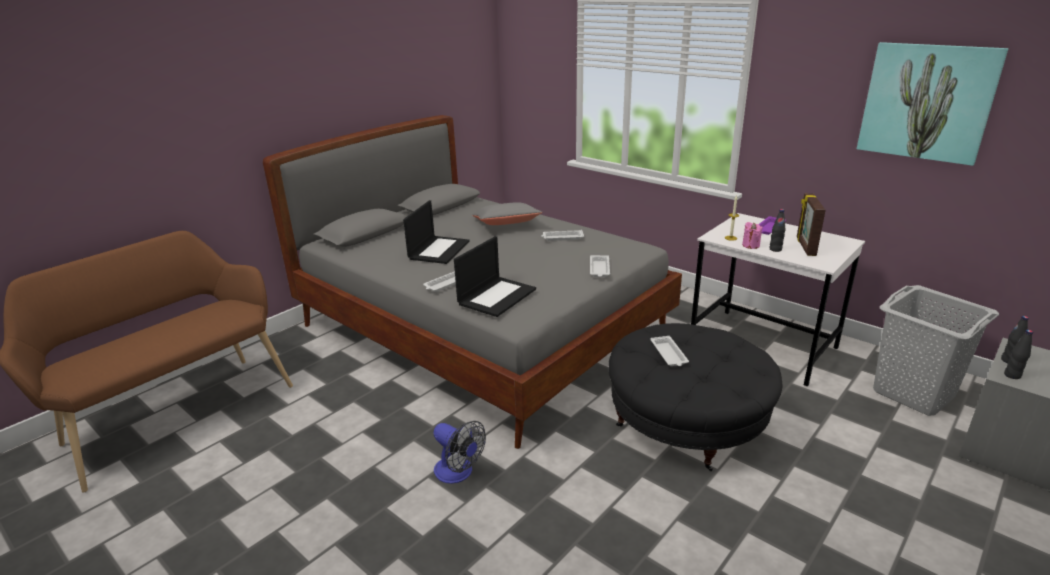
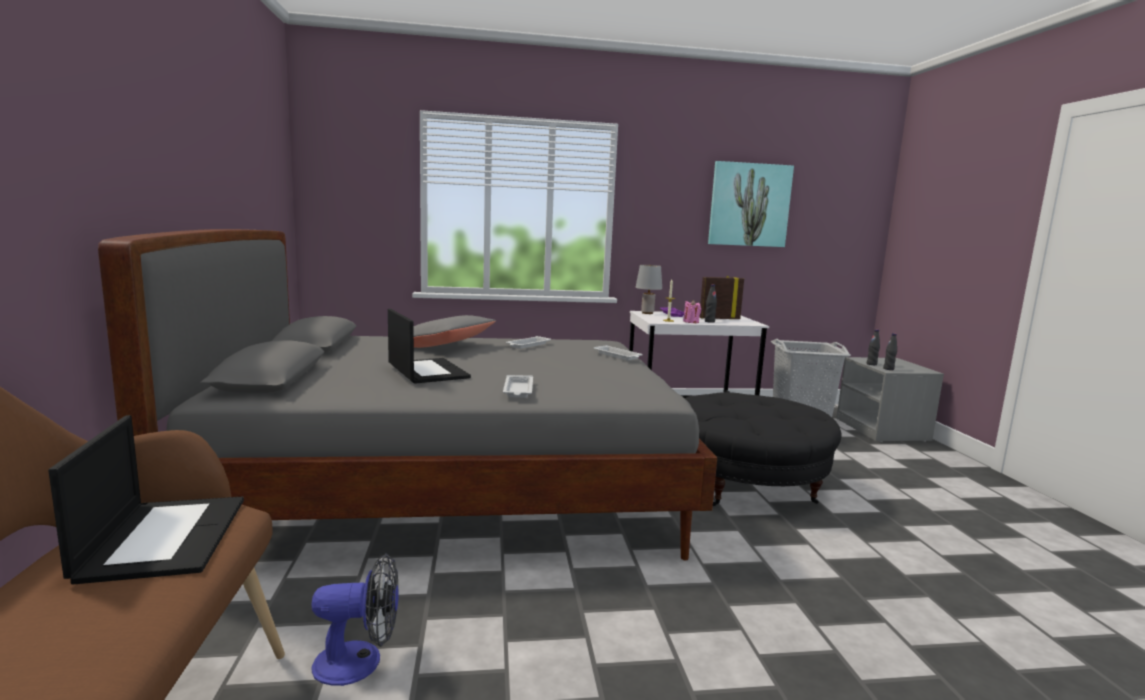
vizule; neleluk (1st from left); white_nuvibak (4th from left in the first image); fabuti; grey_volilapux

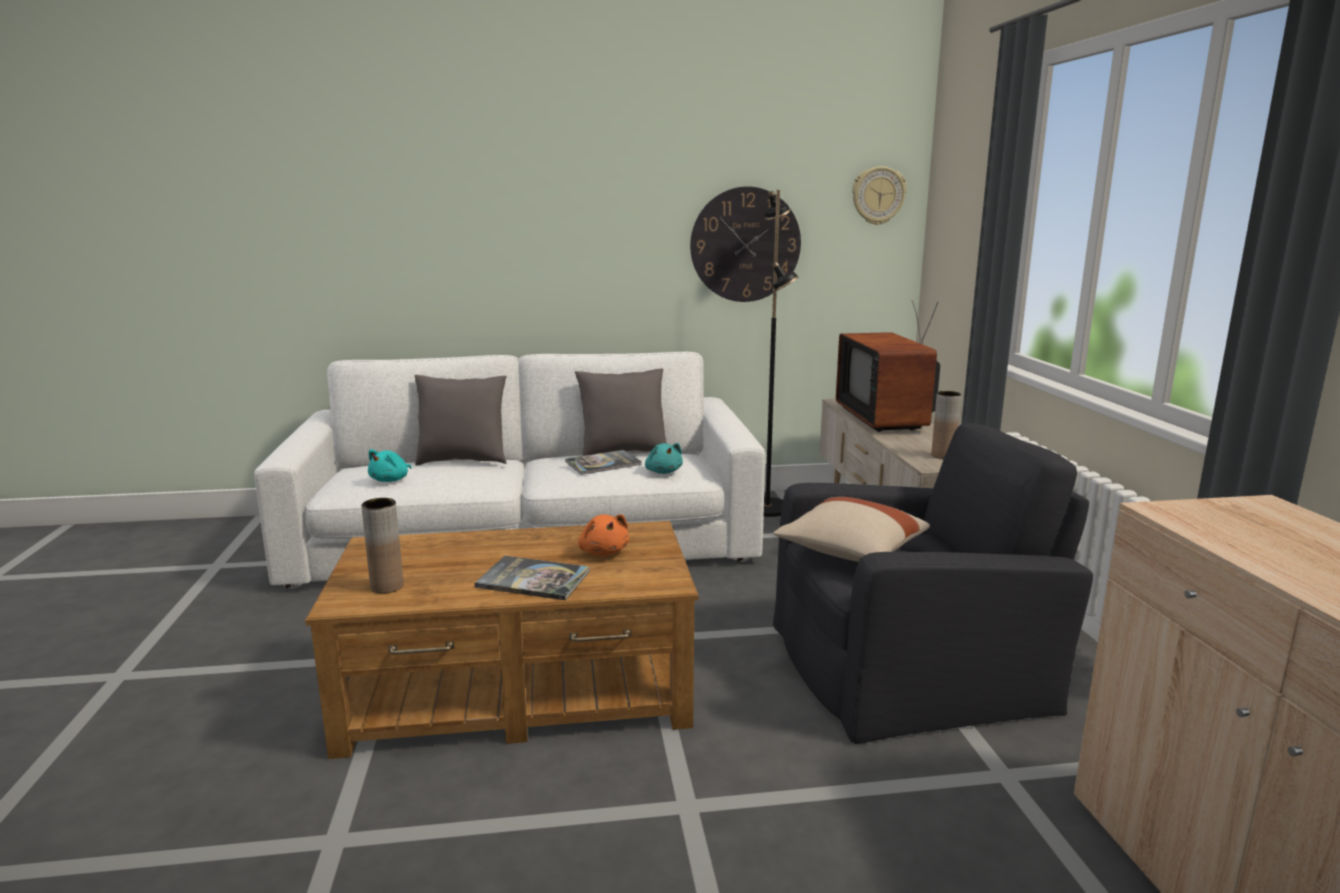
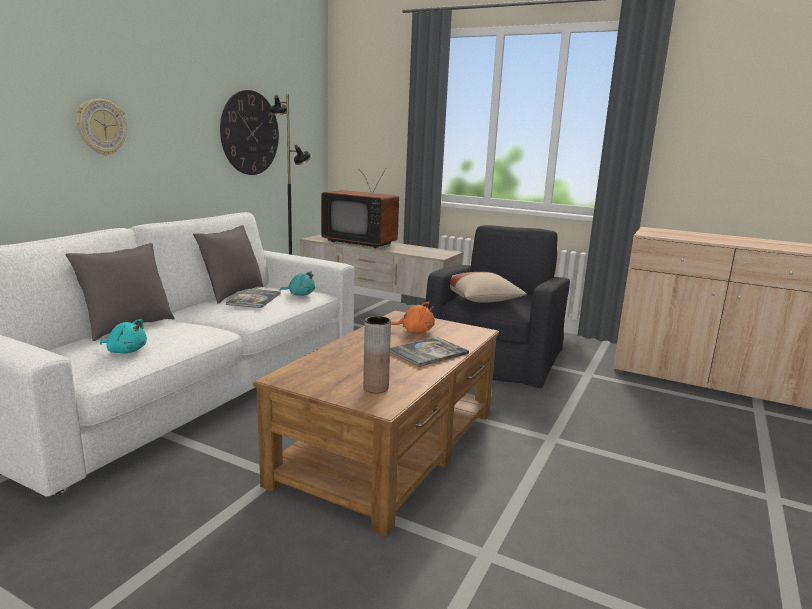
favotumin (1st from left); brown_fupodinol (2nd from left in the first image); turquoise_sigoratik (1st from left)

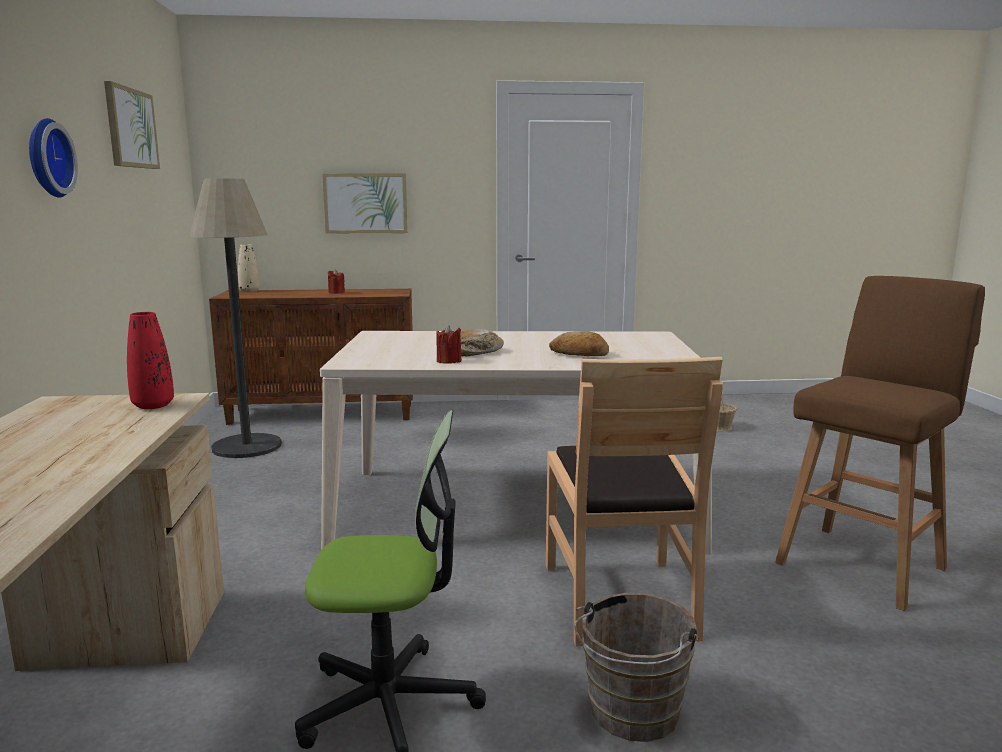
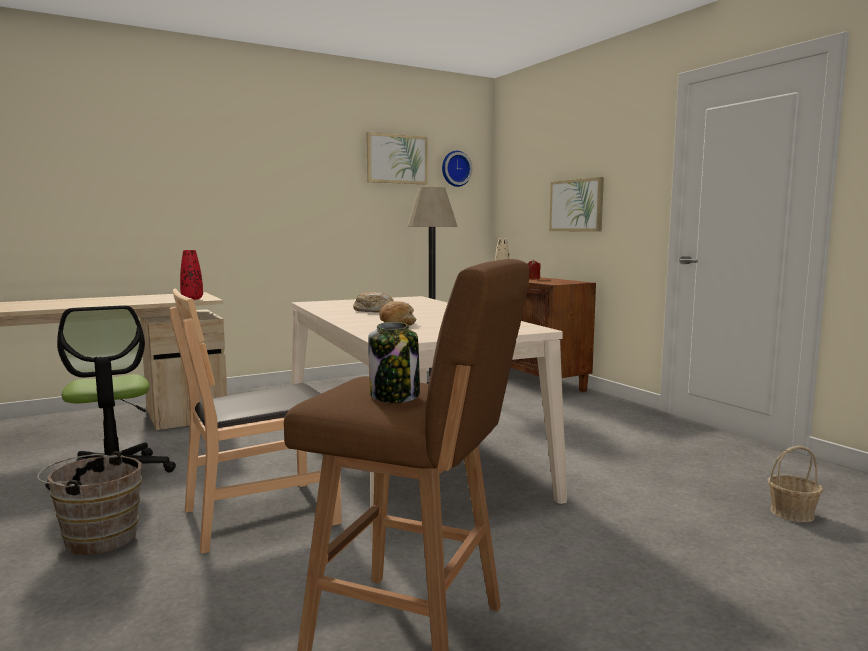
favotumin; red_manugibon (2nd from left in the first image); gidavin

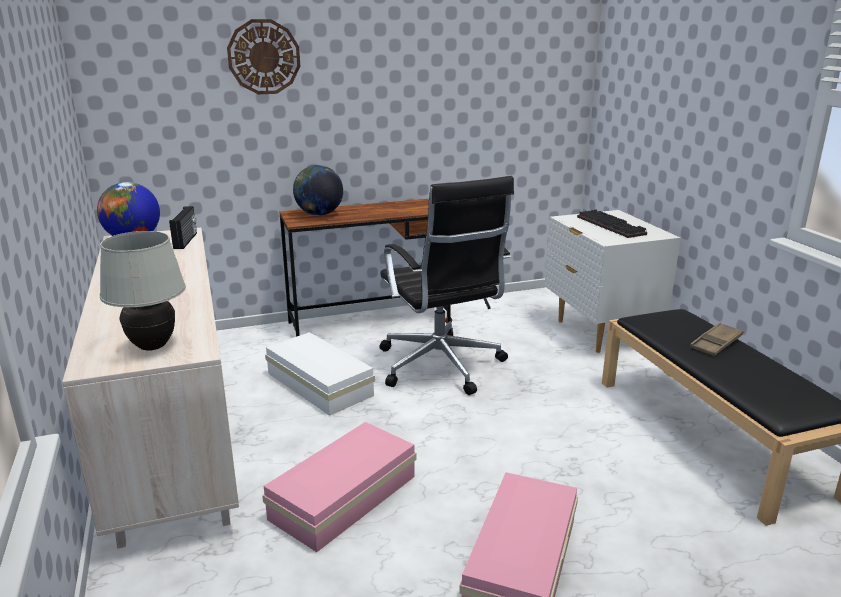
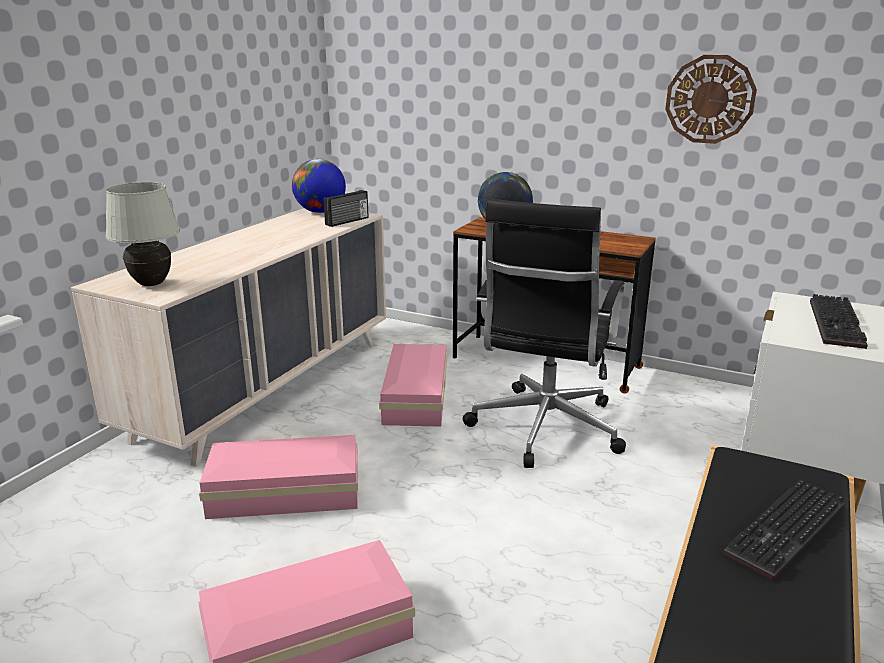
favotumin; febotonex (1st from left); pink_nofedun (3rd from left)

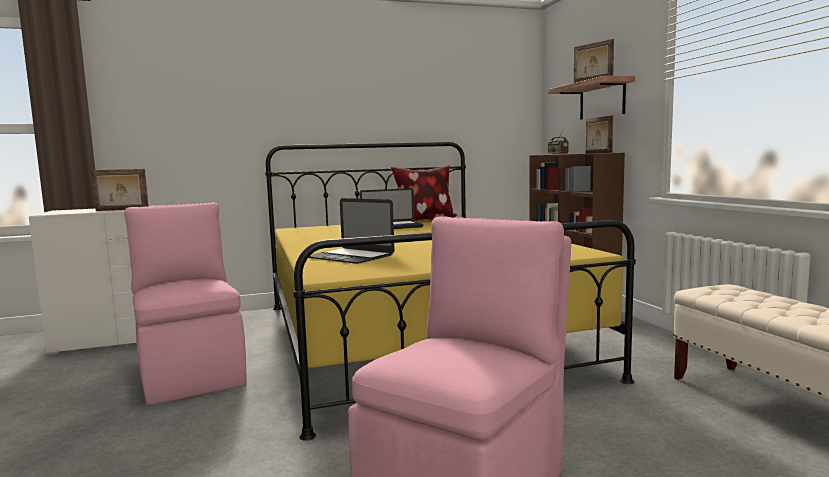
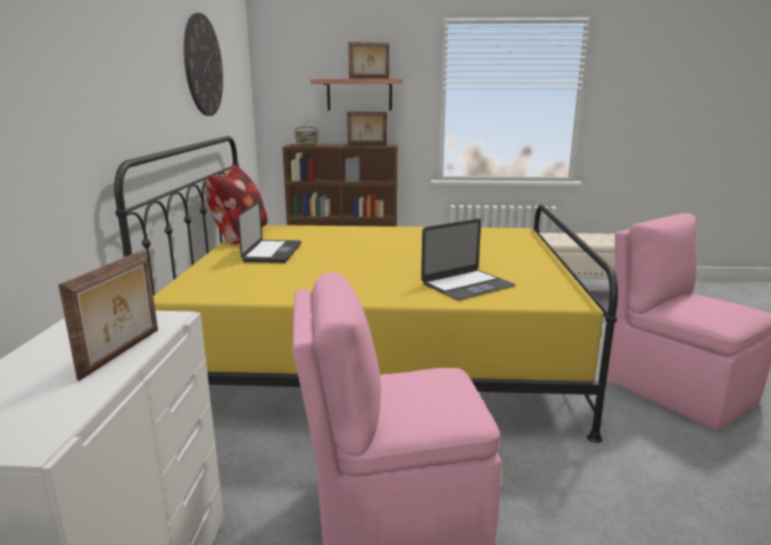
favotumin

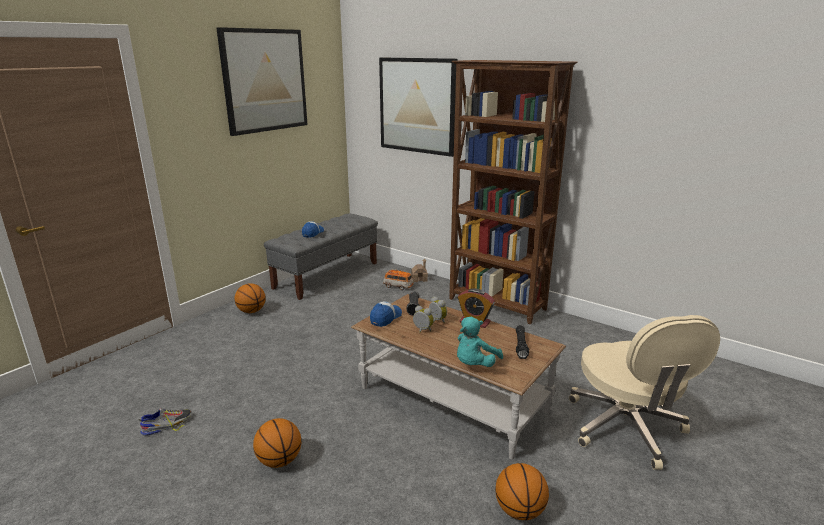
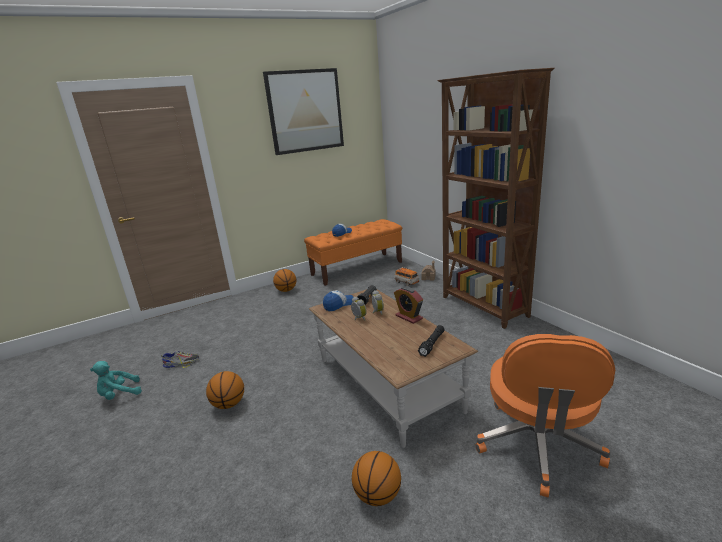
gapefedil (2nd from left in the first image); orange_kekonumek; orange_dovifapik; turquoise_sigoratik

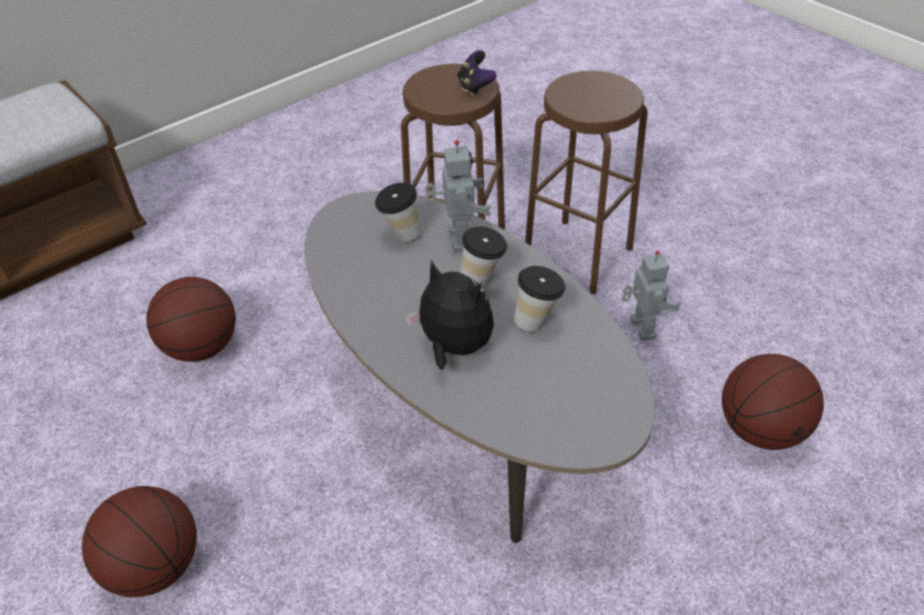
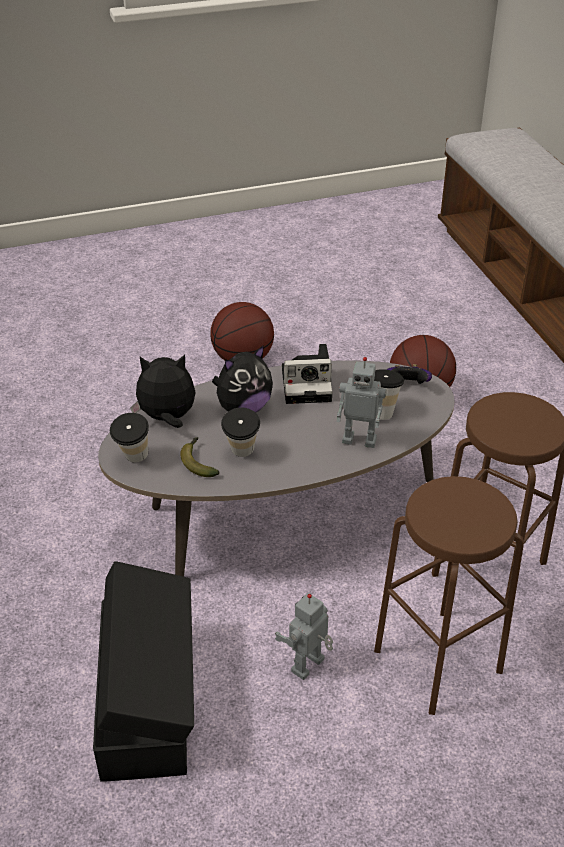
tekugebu; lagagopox (1st from left); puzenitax (1st from left); black_nofedun; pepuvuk; sigoratik (1st from left); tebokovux

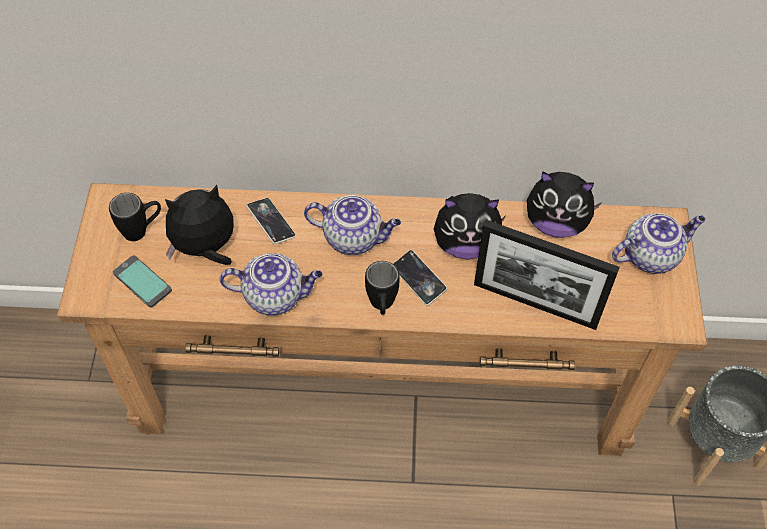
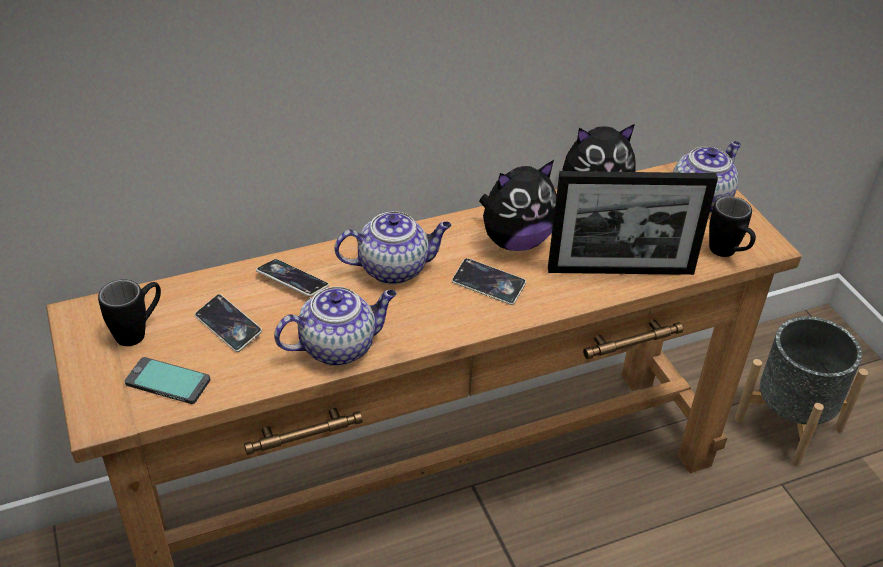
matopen (2nd from left); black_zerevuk (2nd from left)

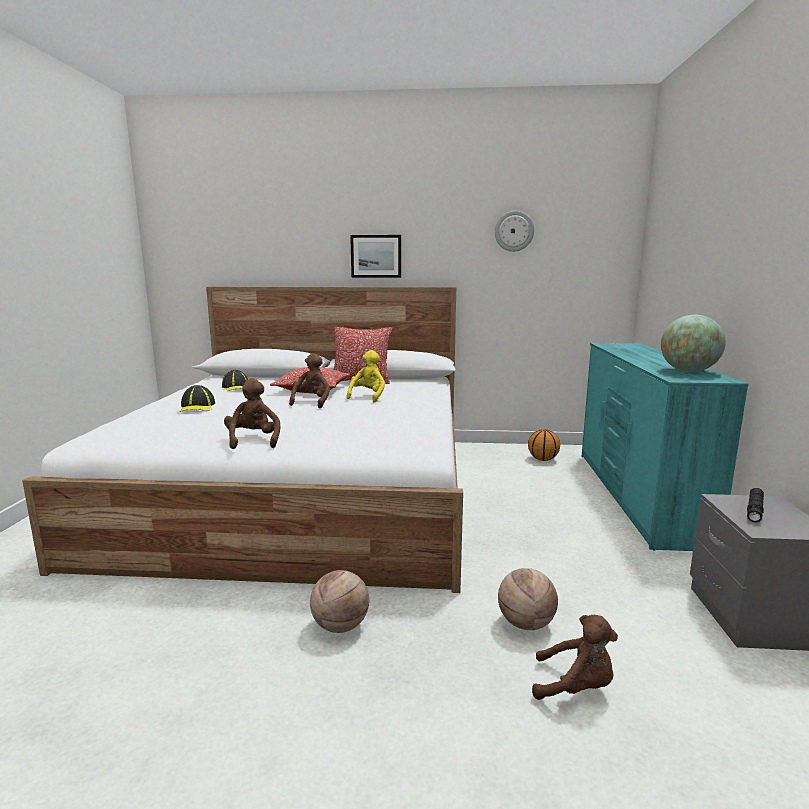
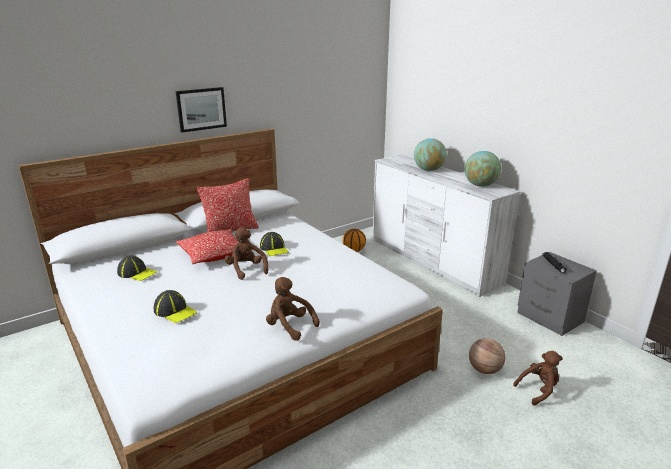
favotumin; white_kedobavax; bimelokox (3rd from left); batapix (1st from left in the first image); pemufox (1st from left)

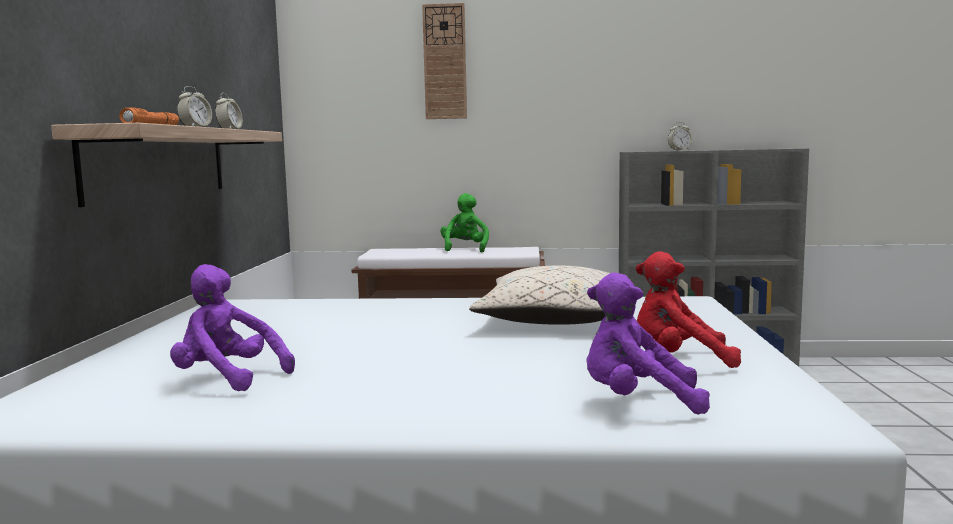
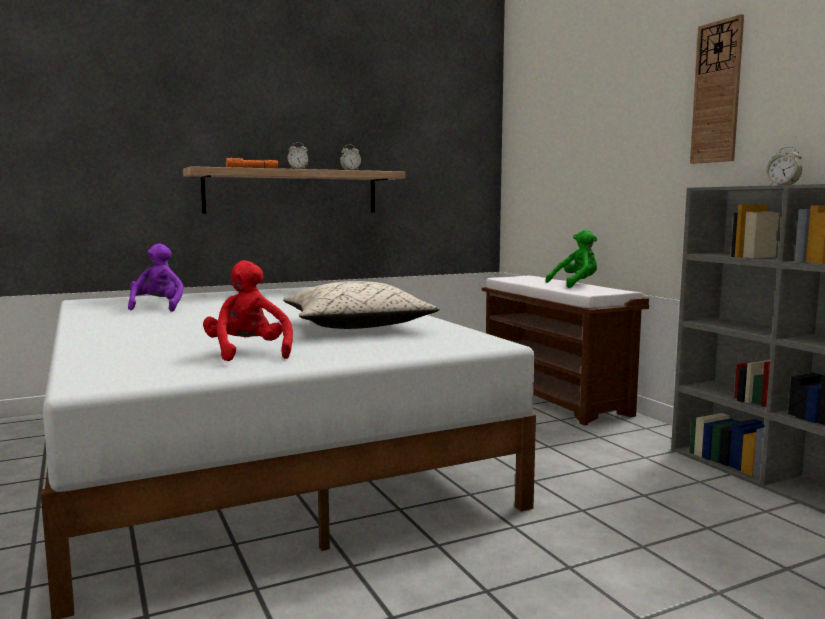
favotumin; purple_sigoratik (2nd from left in the first image)

